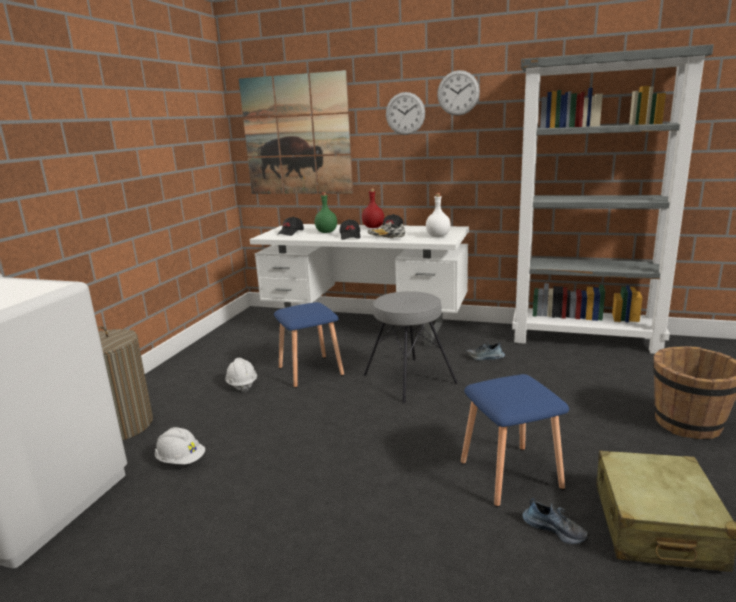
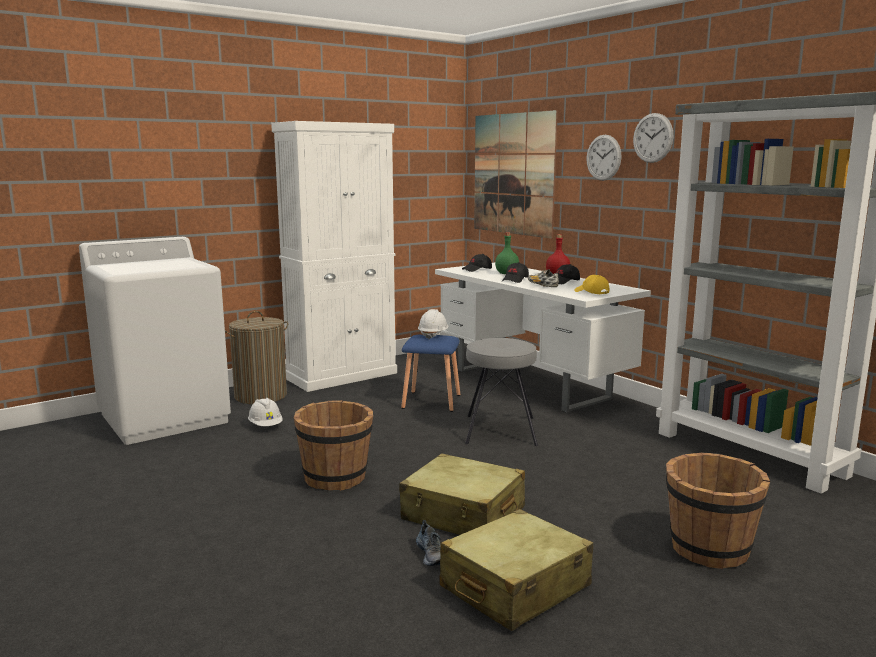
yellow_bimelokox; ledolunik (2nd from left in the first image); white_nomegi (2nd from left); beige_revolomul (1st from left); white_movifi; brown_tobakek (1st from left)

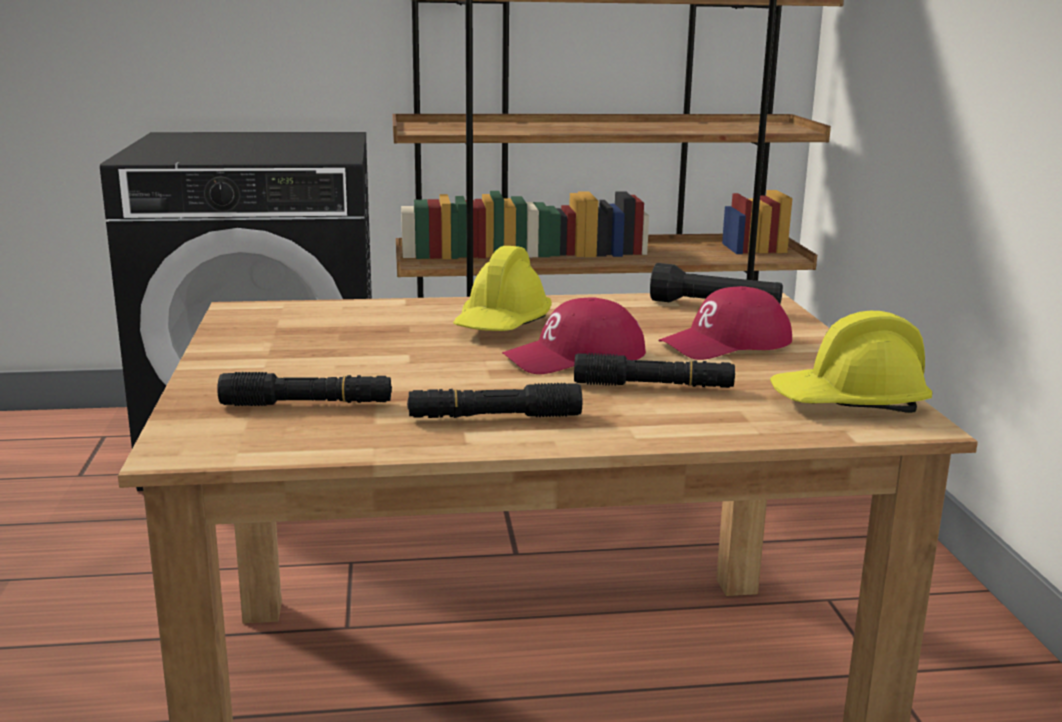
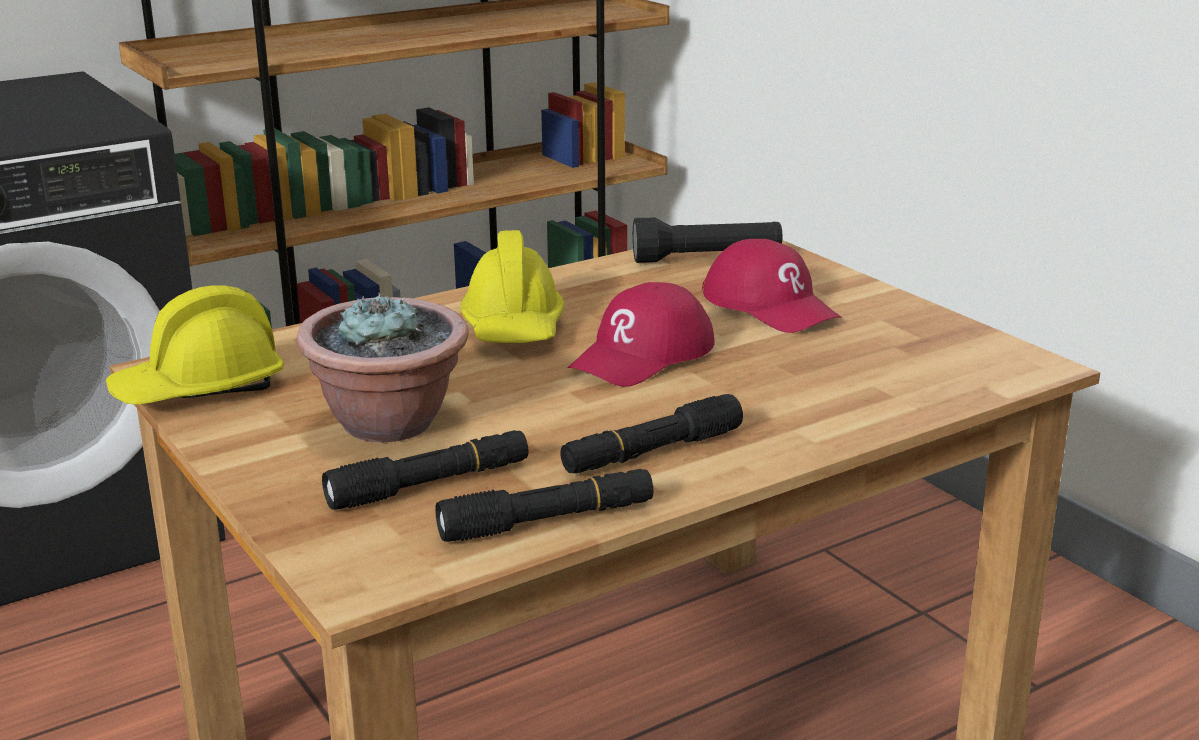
red_bimelokox (2nd from left); yellow_nomegi (1st from left); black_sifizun (2nd from left); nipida

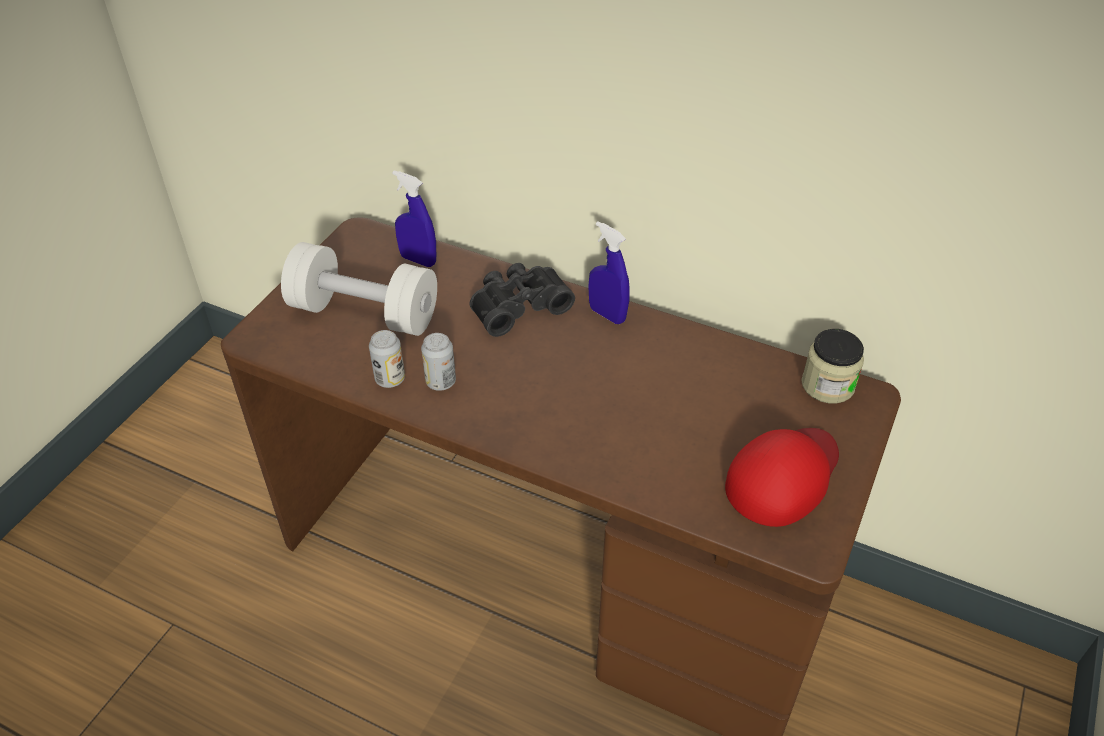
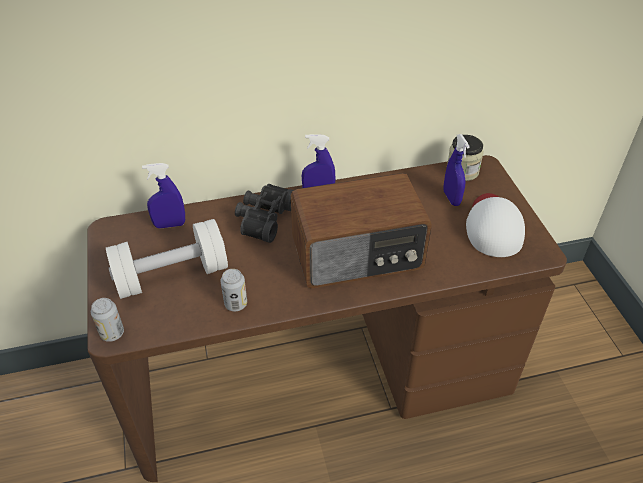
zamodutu (1st from left); white_bimelokox; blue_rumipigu (3rd from left); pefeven

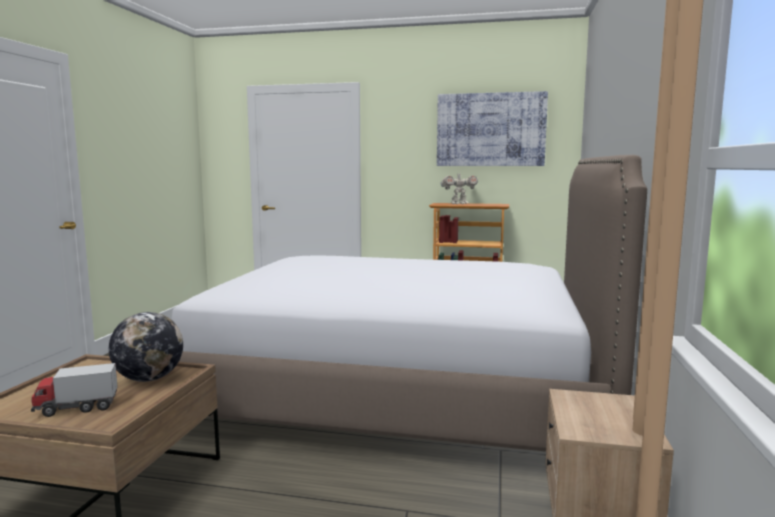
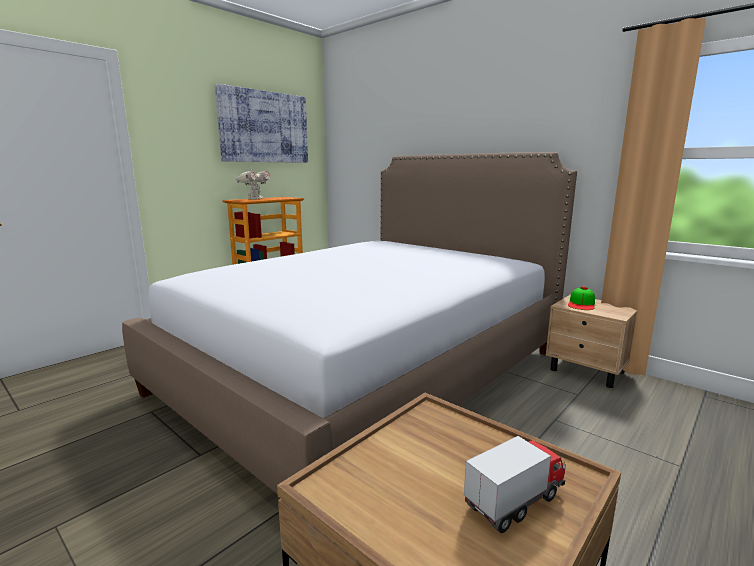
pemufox; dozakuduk; bimelokox

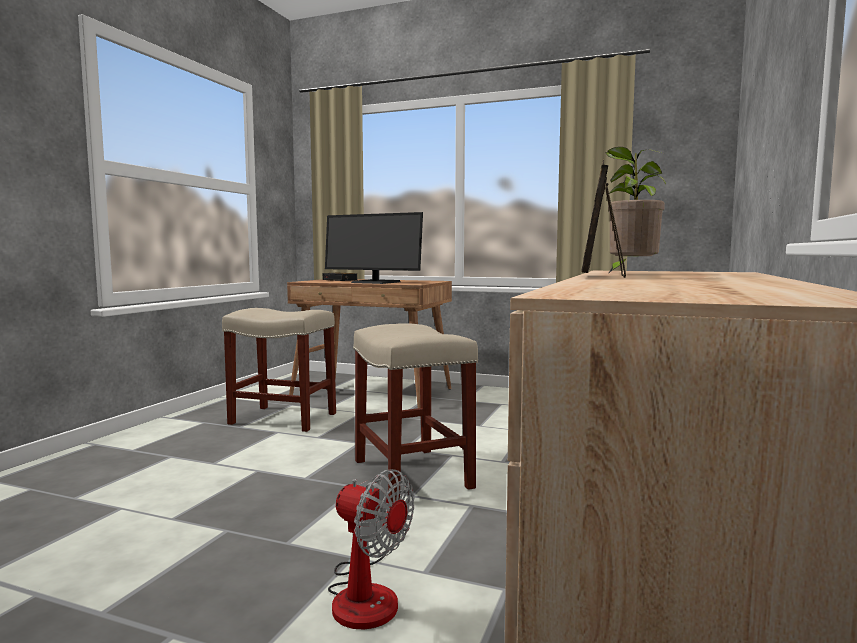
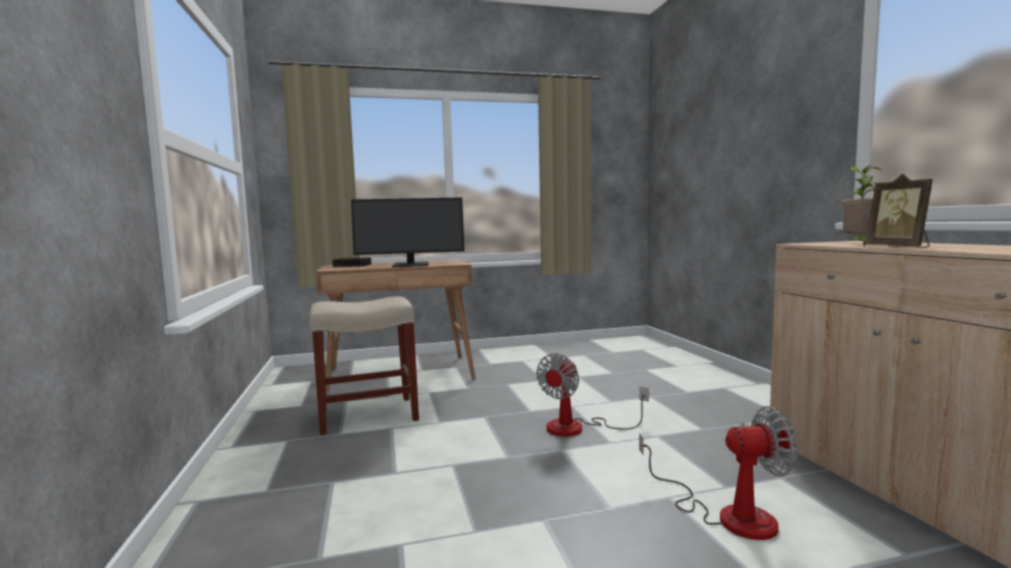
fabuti (1st from left)

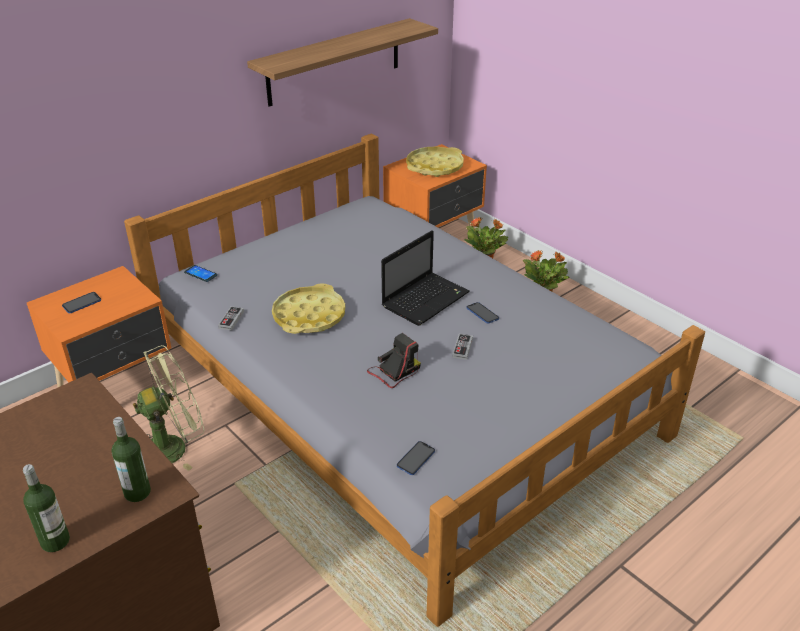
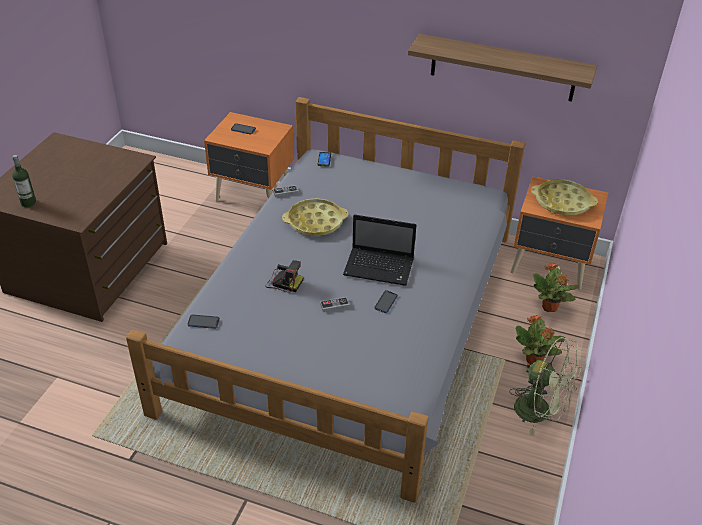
green_fabuti; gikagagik (2nd from left in the first image)

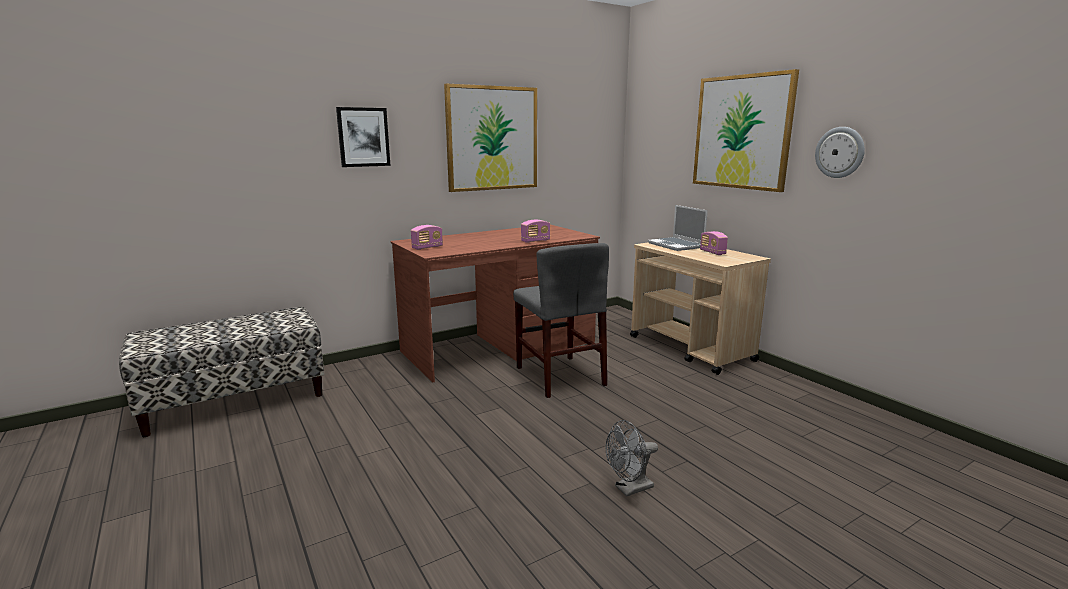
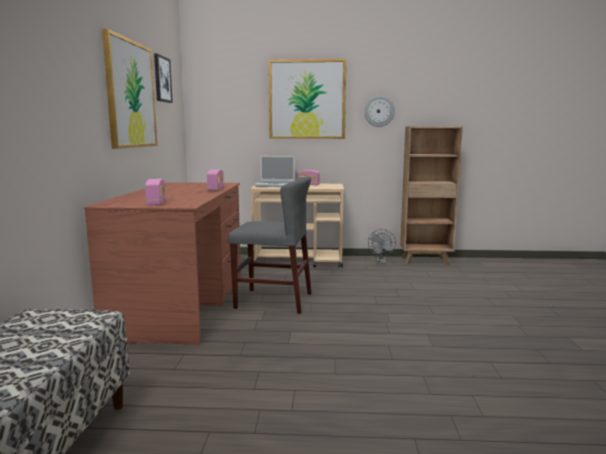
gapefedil (2nd from left); grey_fabuti; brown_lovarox

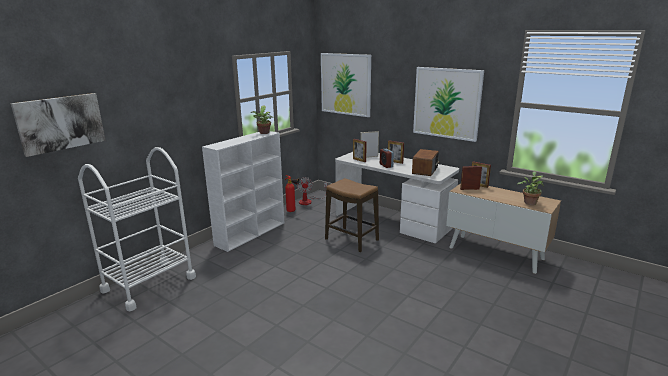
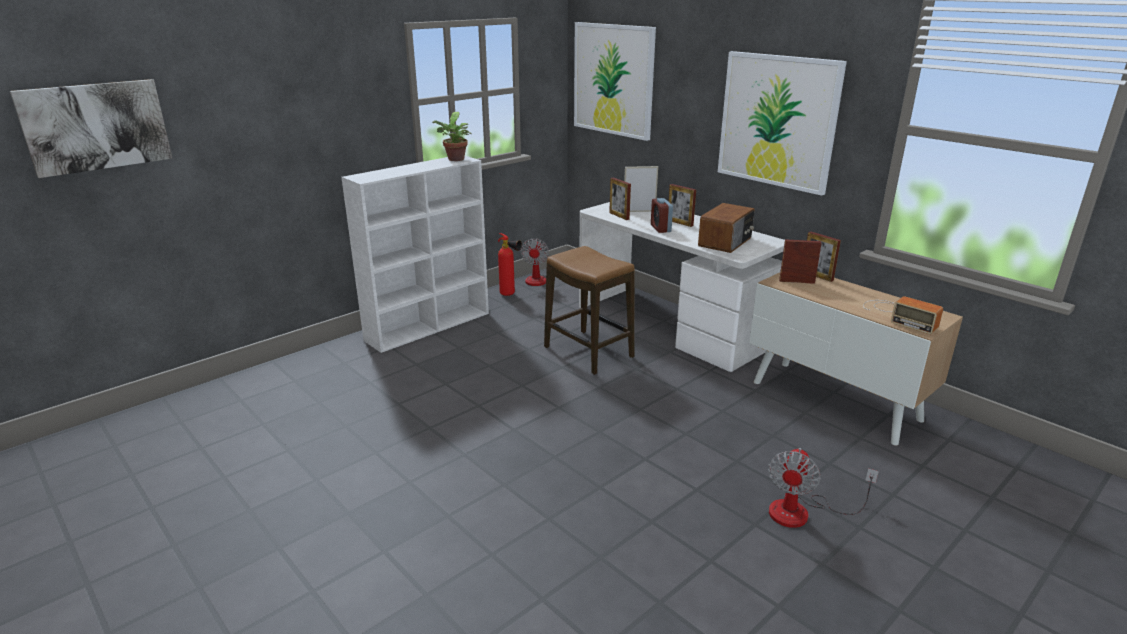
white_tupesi; pefeven (2nd from left); fabuti (2nd from left)

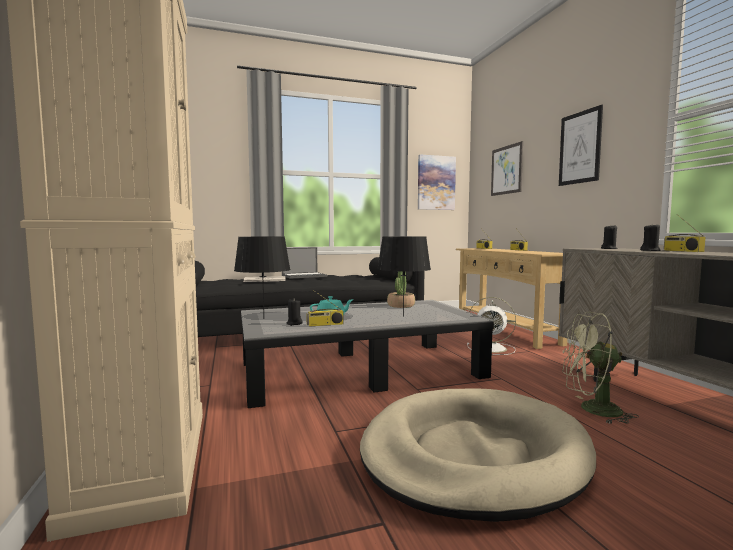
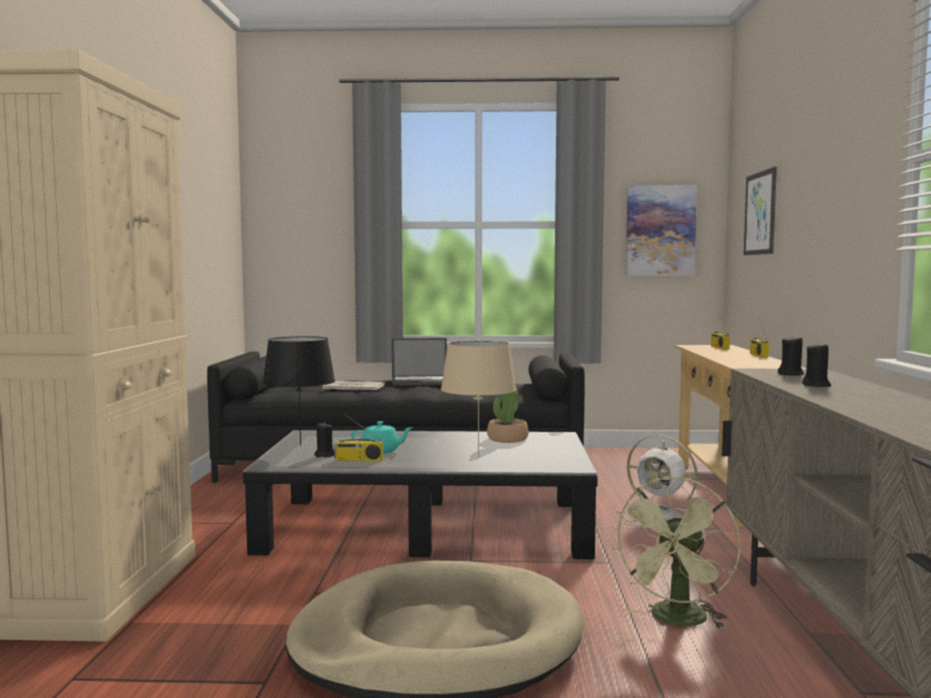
gapefedil (3rd from left in the first image); pefeven (4th from left in the first image); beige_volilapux; green_fabuti

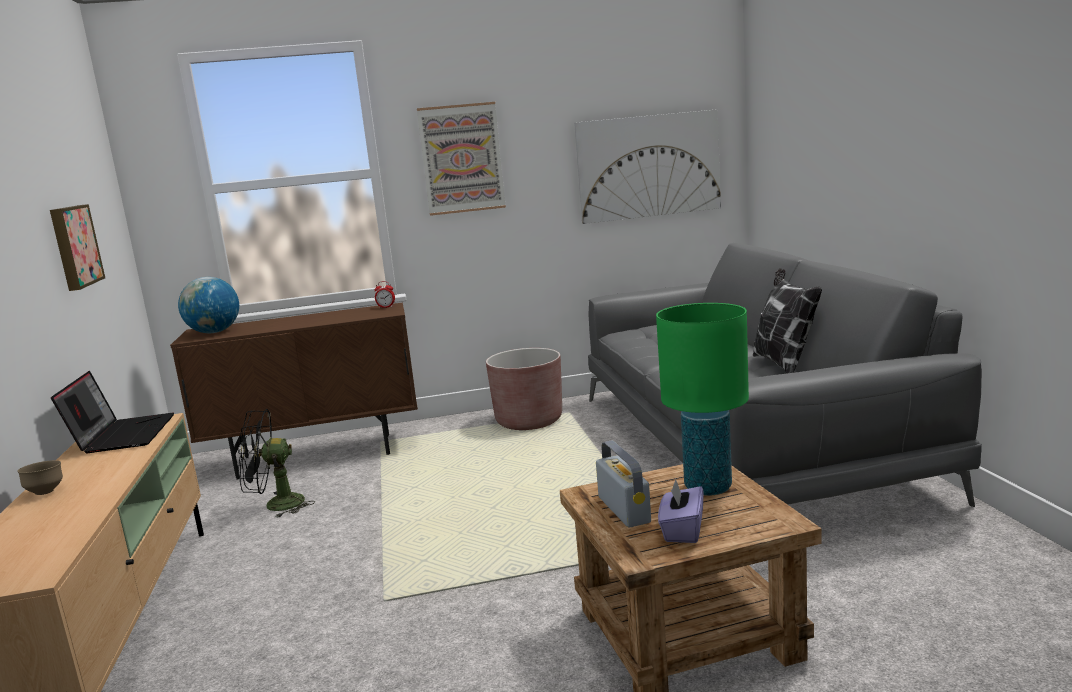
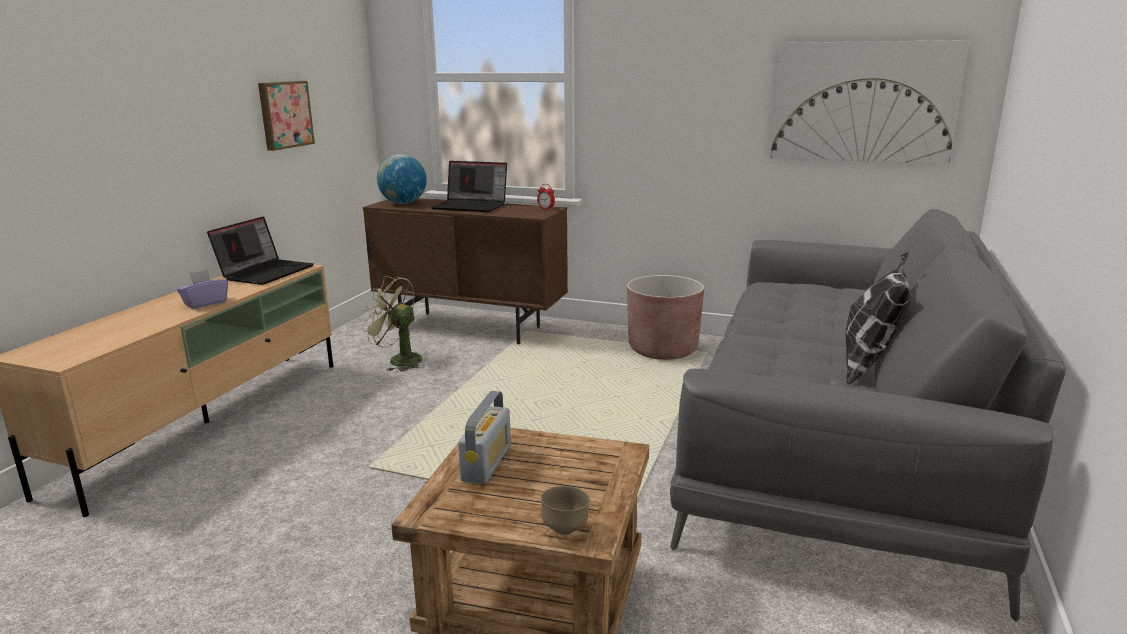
gapefedil (2nd from left in the first image); green_volilapux; green_fabuti; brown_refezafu; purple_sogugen; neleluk (2nd from left)

